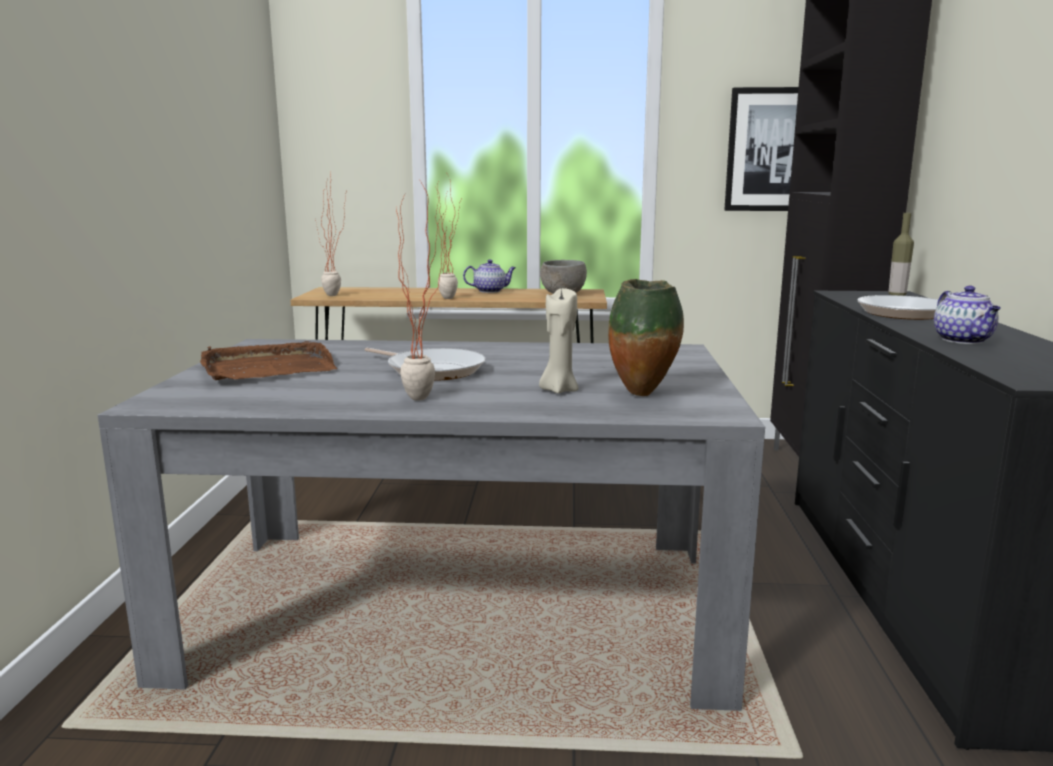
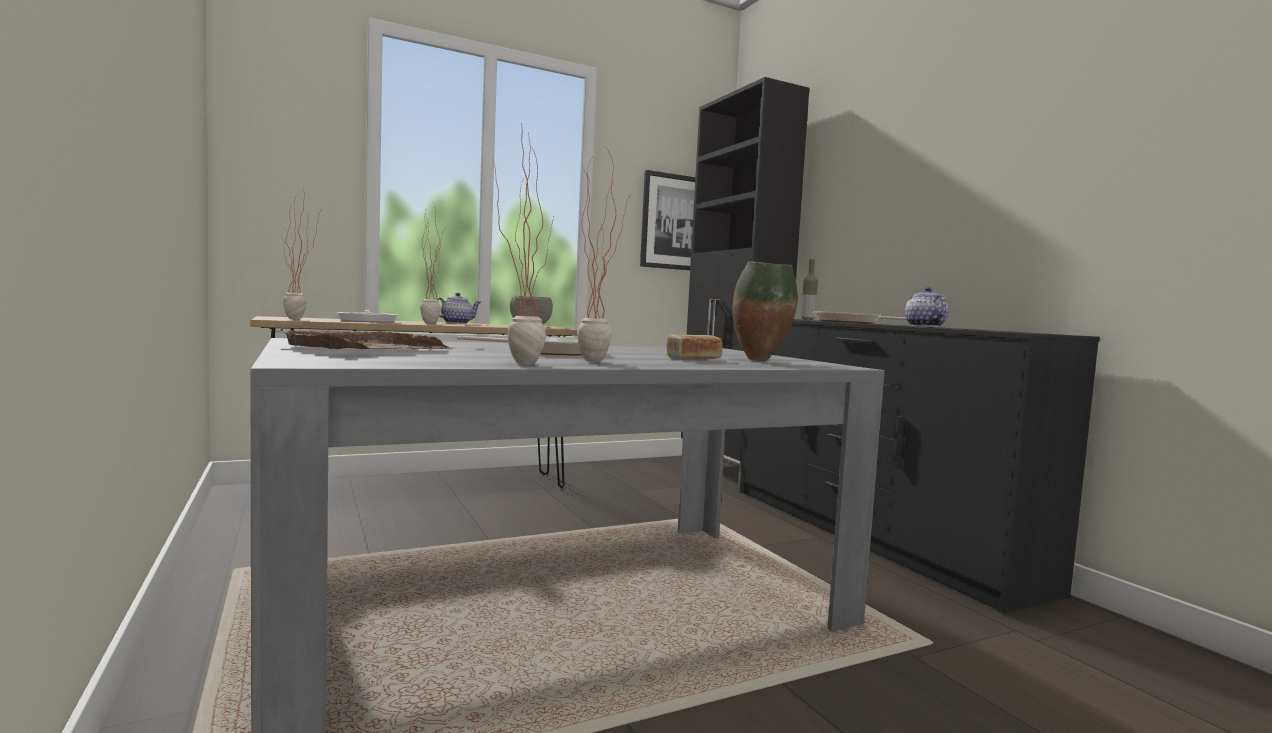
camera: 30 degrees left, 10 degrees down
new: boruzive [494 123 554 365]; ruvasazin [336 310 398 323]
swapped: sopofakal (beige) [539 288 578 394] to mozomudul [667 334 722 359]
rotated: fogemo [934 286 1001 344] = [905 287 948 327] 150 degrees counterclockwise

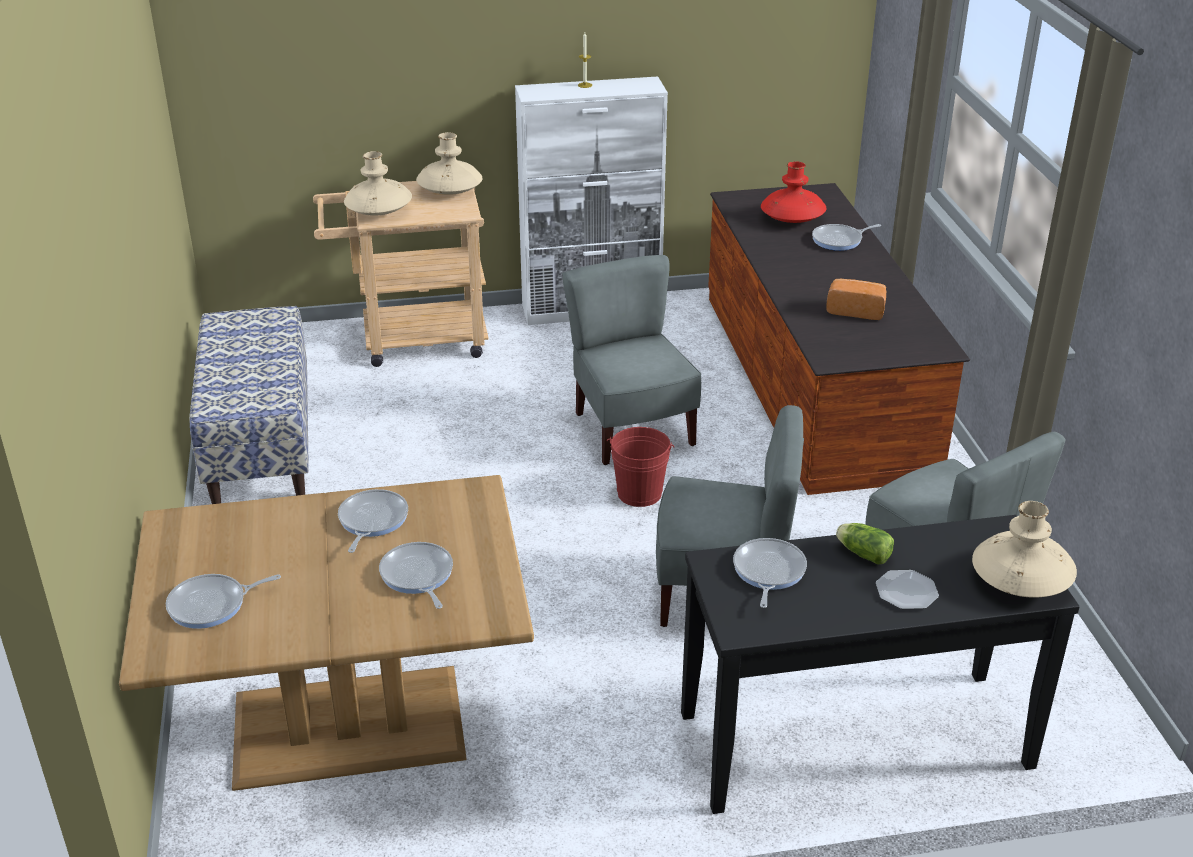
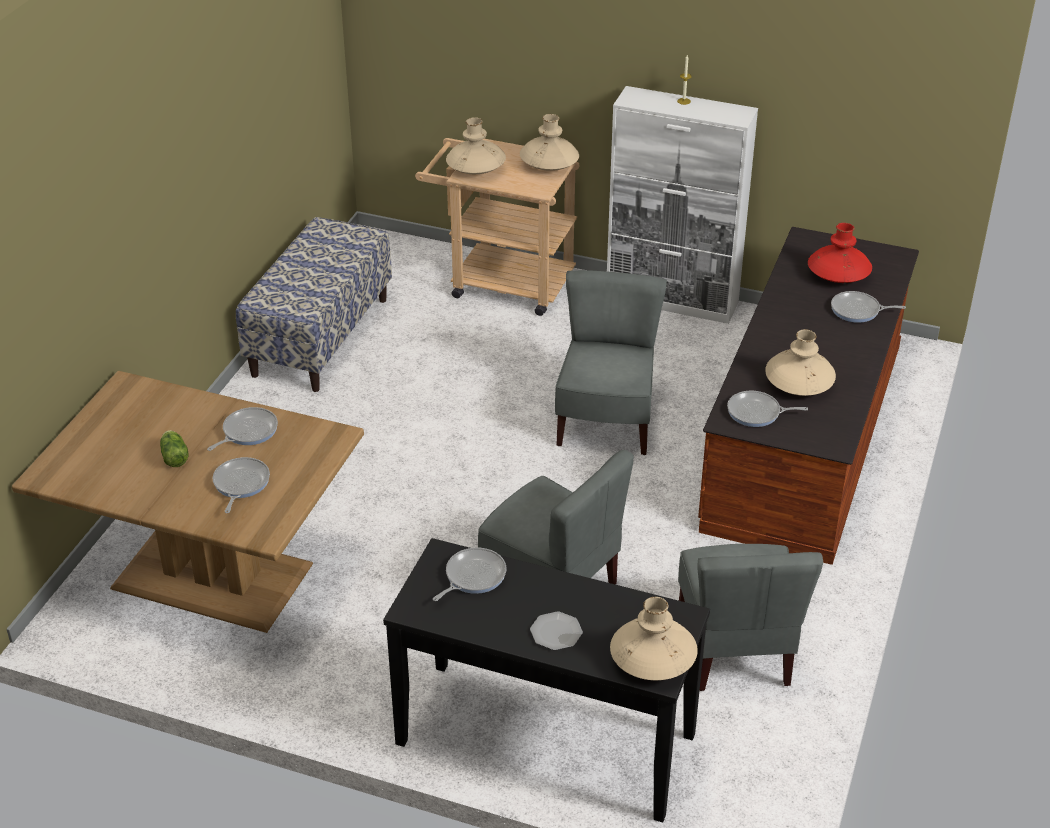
camera: 30 degrees right, 5 degrees up
gone: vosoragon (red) [606 427 674 507]
shifted: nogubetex [836 523 894 565] to [160 430 189 467]; ruvasazin [166 574 281 629] to [727 391 808 427]
swapped: mozomudul [826 279 886 320] to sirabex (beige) [765 329 836 396]

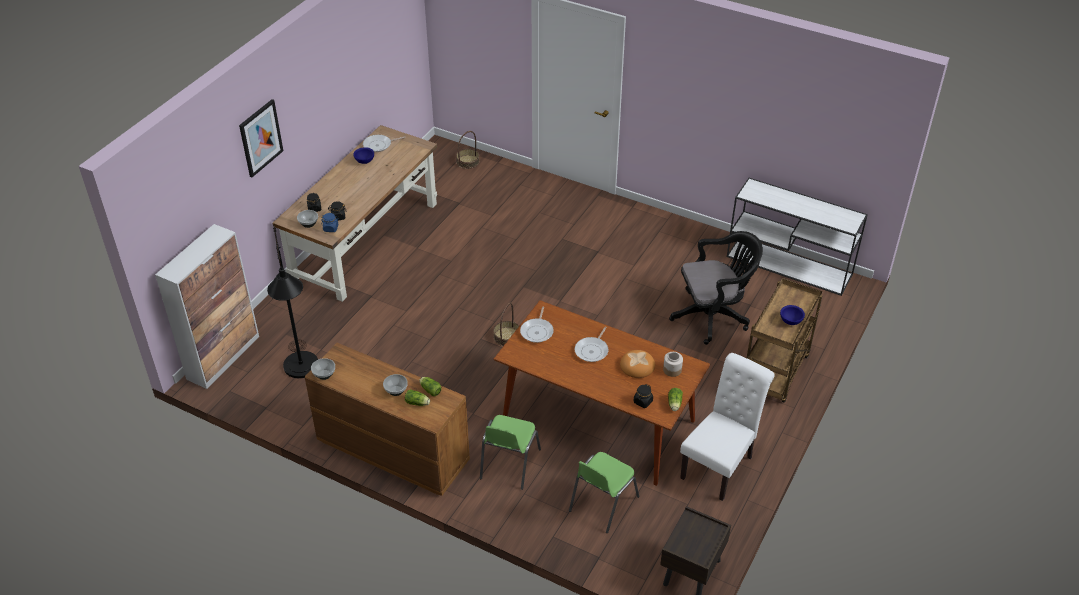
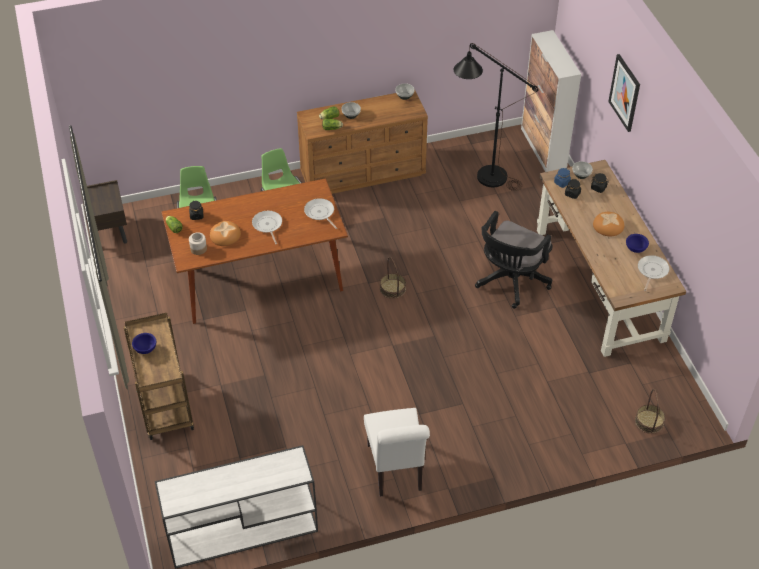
camera: 135 degrees right, 5 degrees up
new: mozomudul [593 212 624 236]
shifted: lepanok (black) [669 231 763 345] to [475 211 553 309]; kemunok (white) [680 353 775 501] to [364 408 430 496]

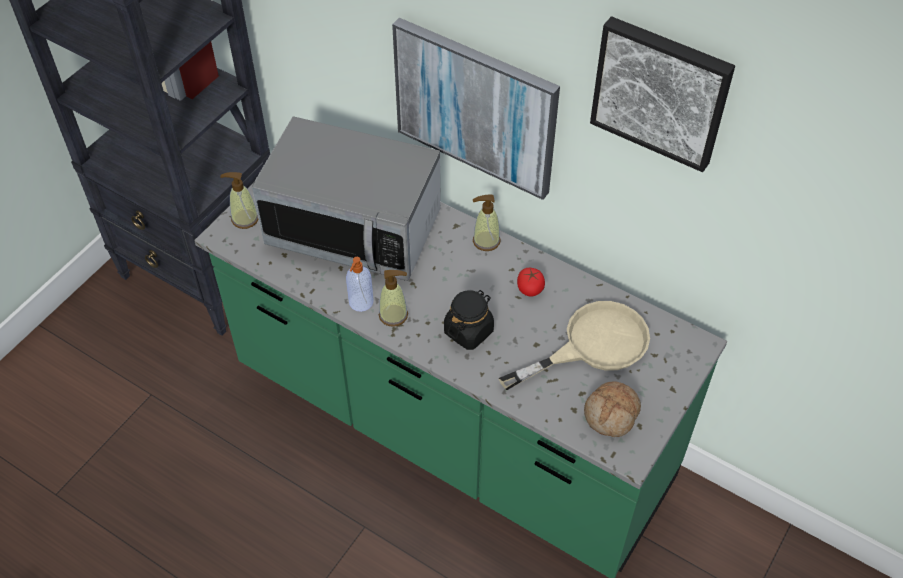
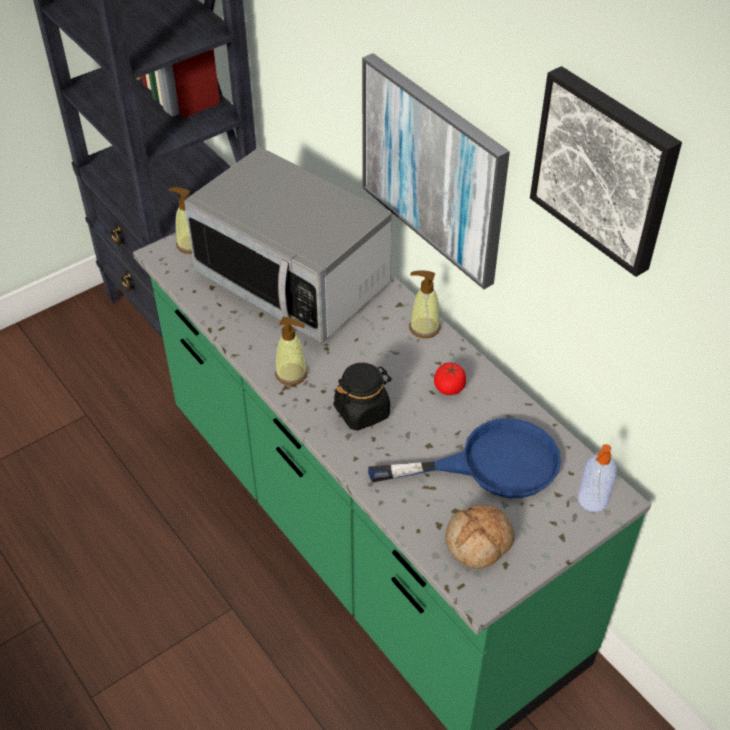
camera: 20 degrees right, 5 degrees down
shifted: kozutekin [346 257 374 312] to [578 444 617 512]
repainted: ruvasazin (beige) [498 301 650 390] to ruvasazin (blue) [368 418 561 498]

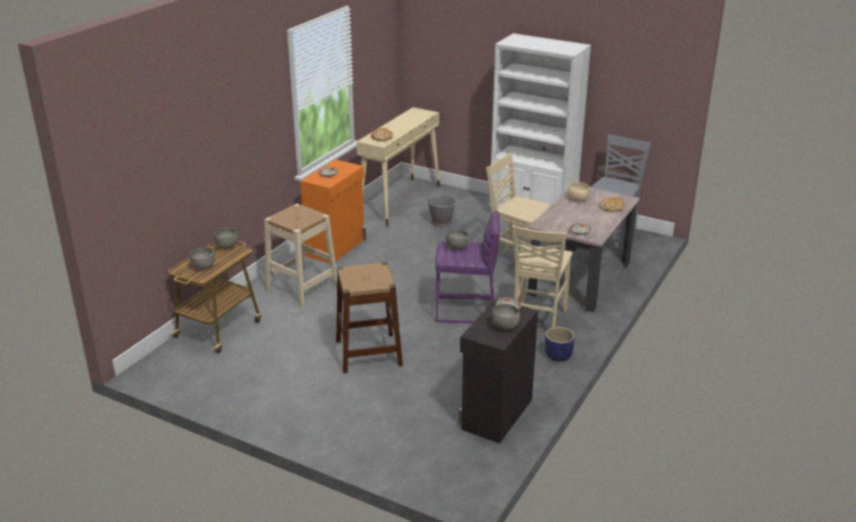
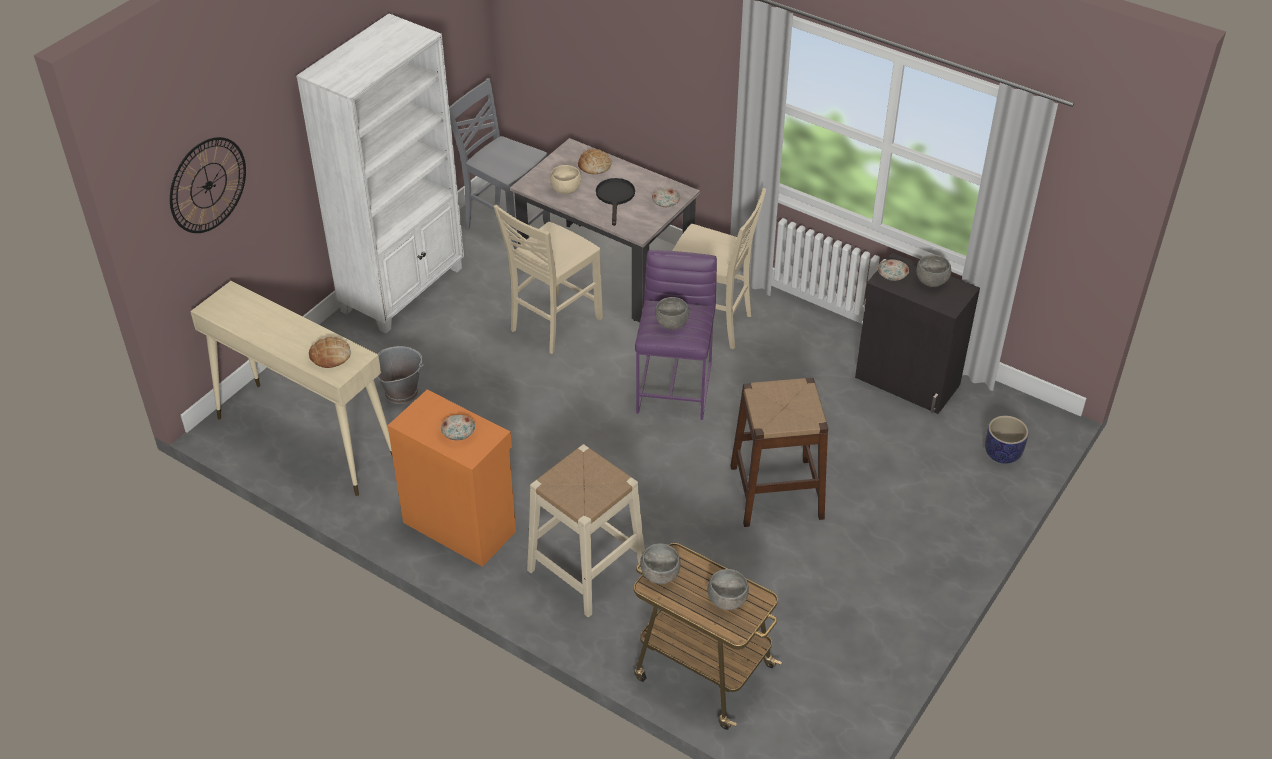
camera: 85 degrees left, 15 degrees up
new: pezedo [170 137 246 233]; ruvasazin (black) [596 178 635 226]
shifted: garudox [545 327 575 362] to [985 416 1029 464]

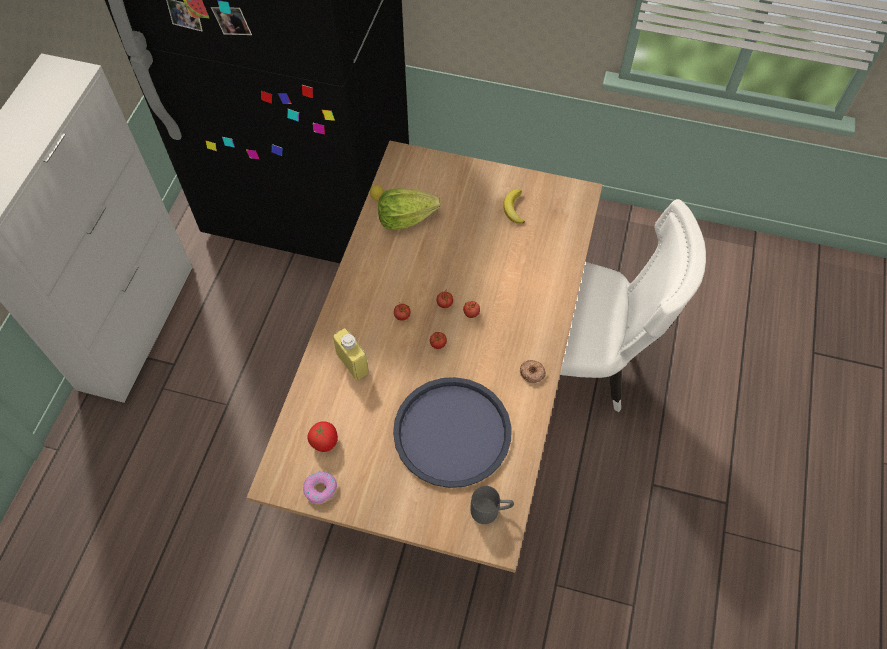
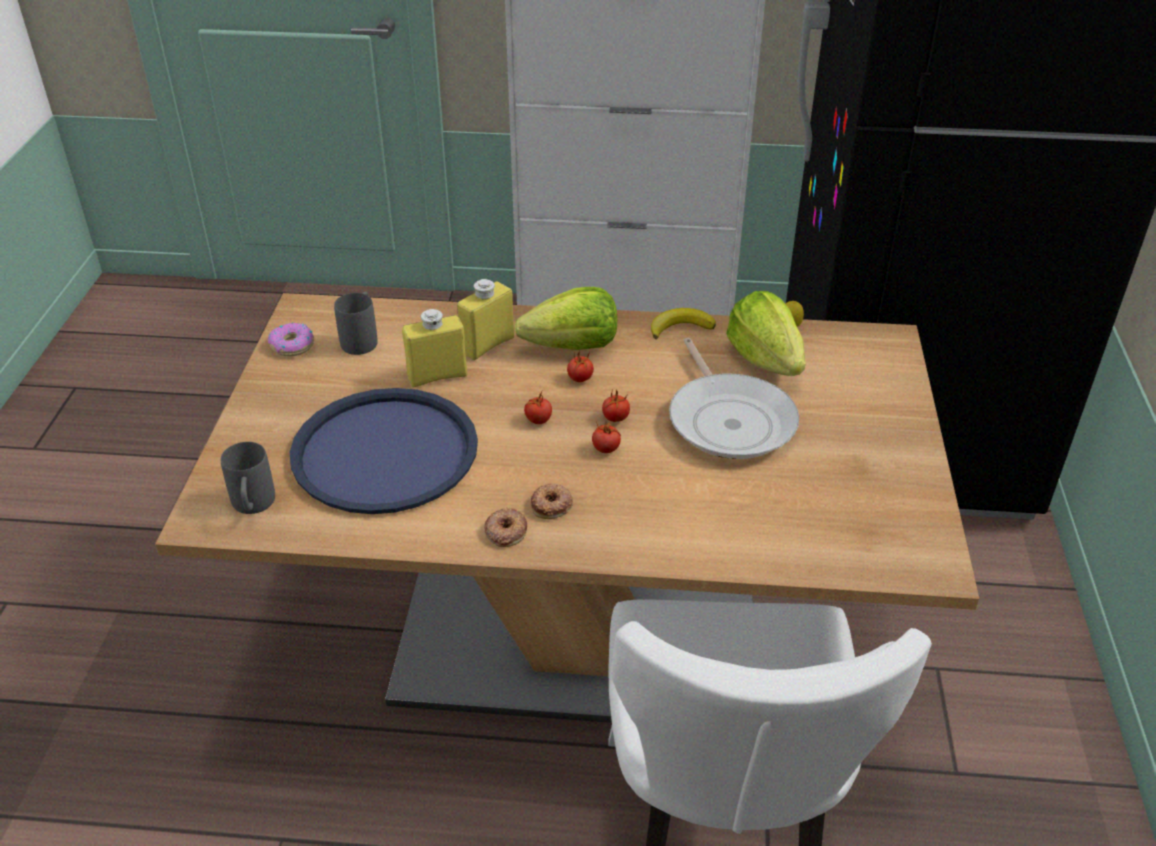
camera: 80 degrees right, 20 degrees down
new: nogubetex [514 287 617 350]; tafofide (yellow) [402 309 467 387]; ruvasazin [669 338 799 459]; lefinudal [531 484 573 519]
shifted: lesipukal [503 189 525 224] to [651 308 716 339]
swapped: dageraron [307 421 338 452] to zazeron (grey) [334 292 378 355]

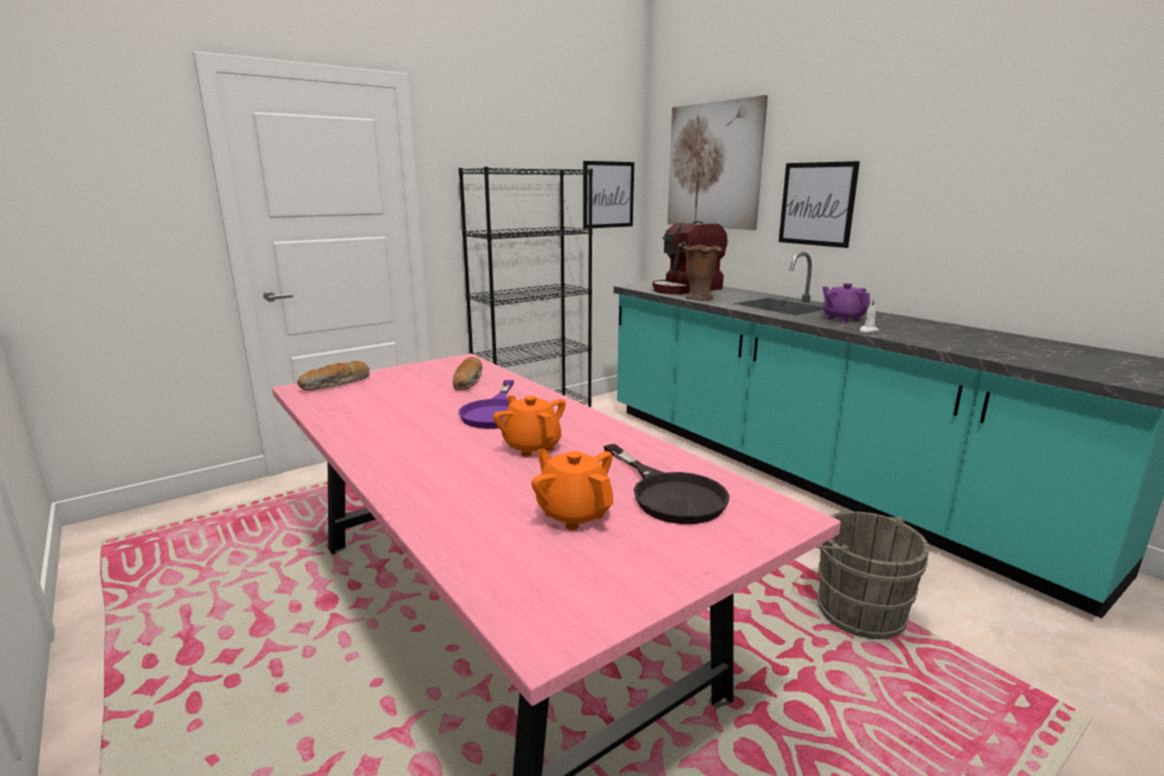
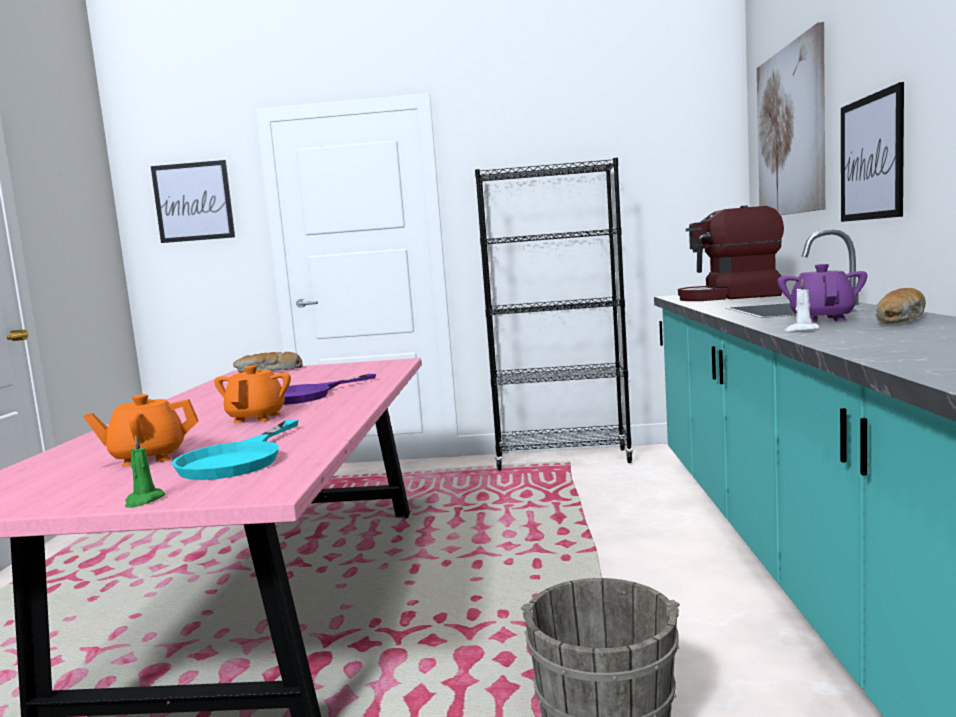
camera: 40 degrees right, 10 degrees down
gone: sirabex (brown) [682 245 723 301]
new: sopofakal (green) [125 435 165 508]
shifted: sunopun [583 161 634 229] to [151 160 235 243]; mozomudul [452 357 482 390] to [875 288 926 323]
repainted: ruvasazin (black) [603 444 730 524] to ruvasazin (turquoise) [172 420 298 480]
rotated: fogemo (orange) [531 449 613 530] = [83 394 199 467] 105 degrees counterclockwise

